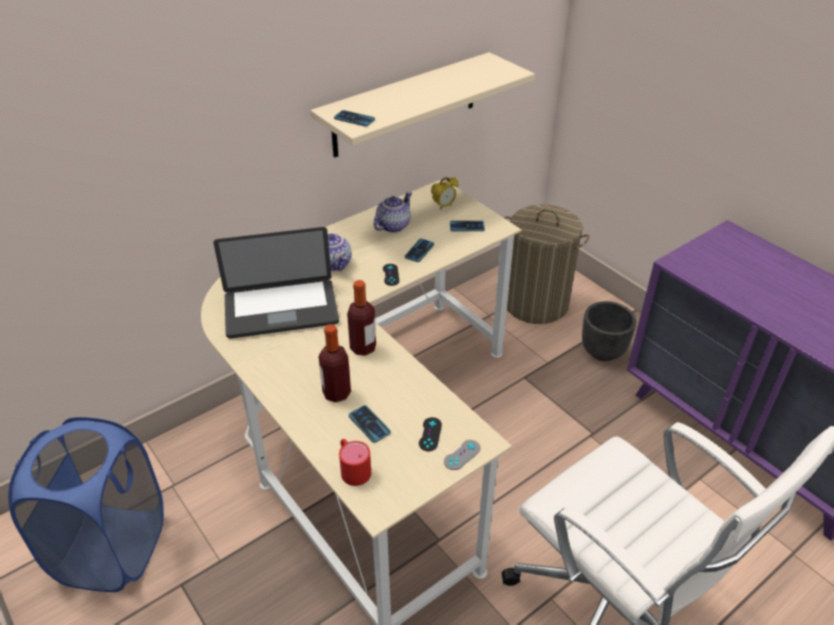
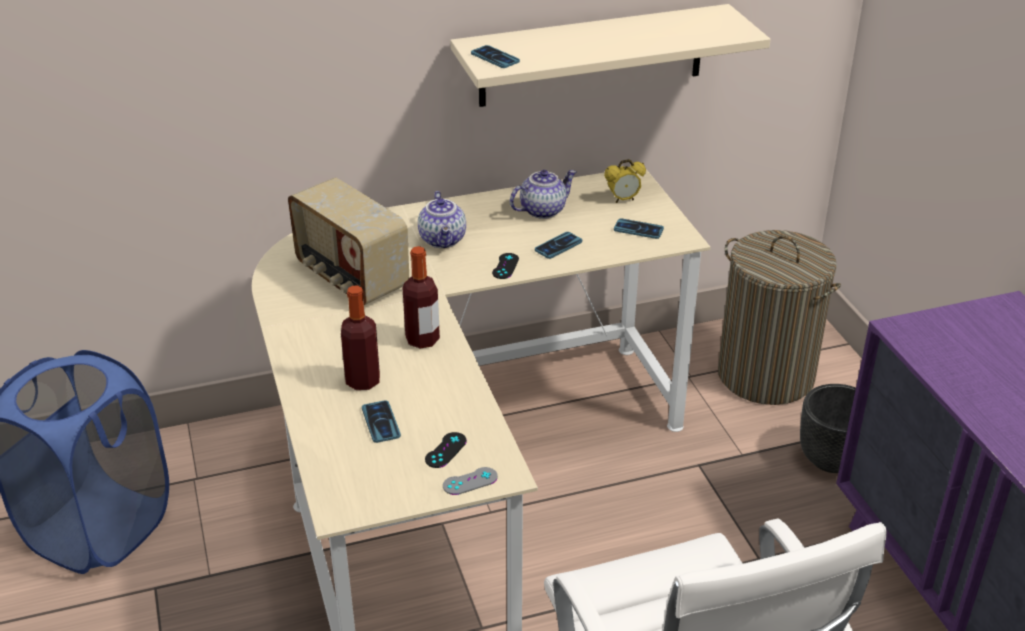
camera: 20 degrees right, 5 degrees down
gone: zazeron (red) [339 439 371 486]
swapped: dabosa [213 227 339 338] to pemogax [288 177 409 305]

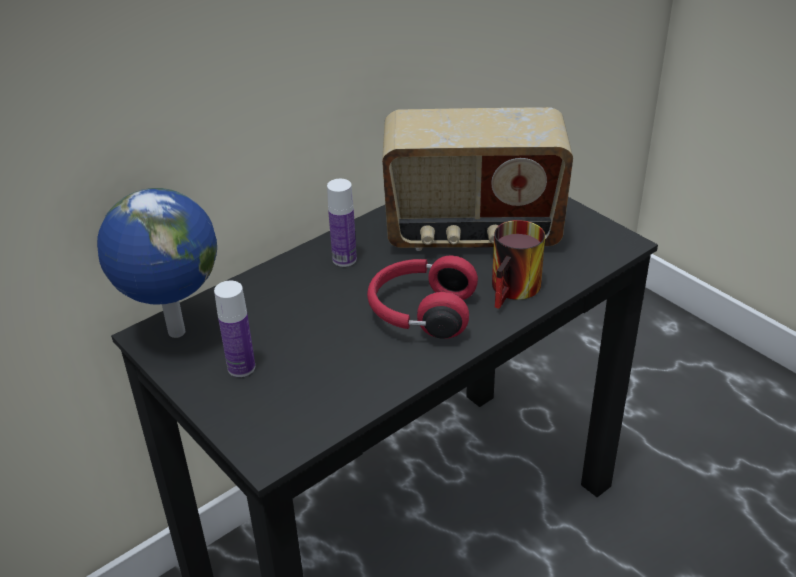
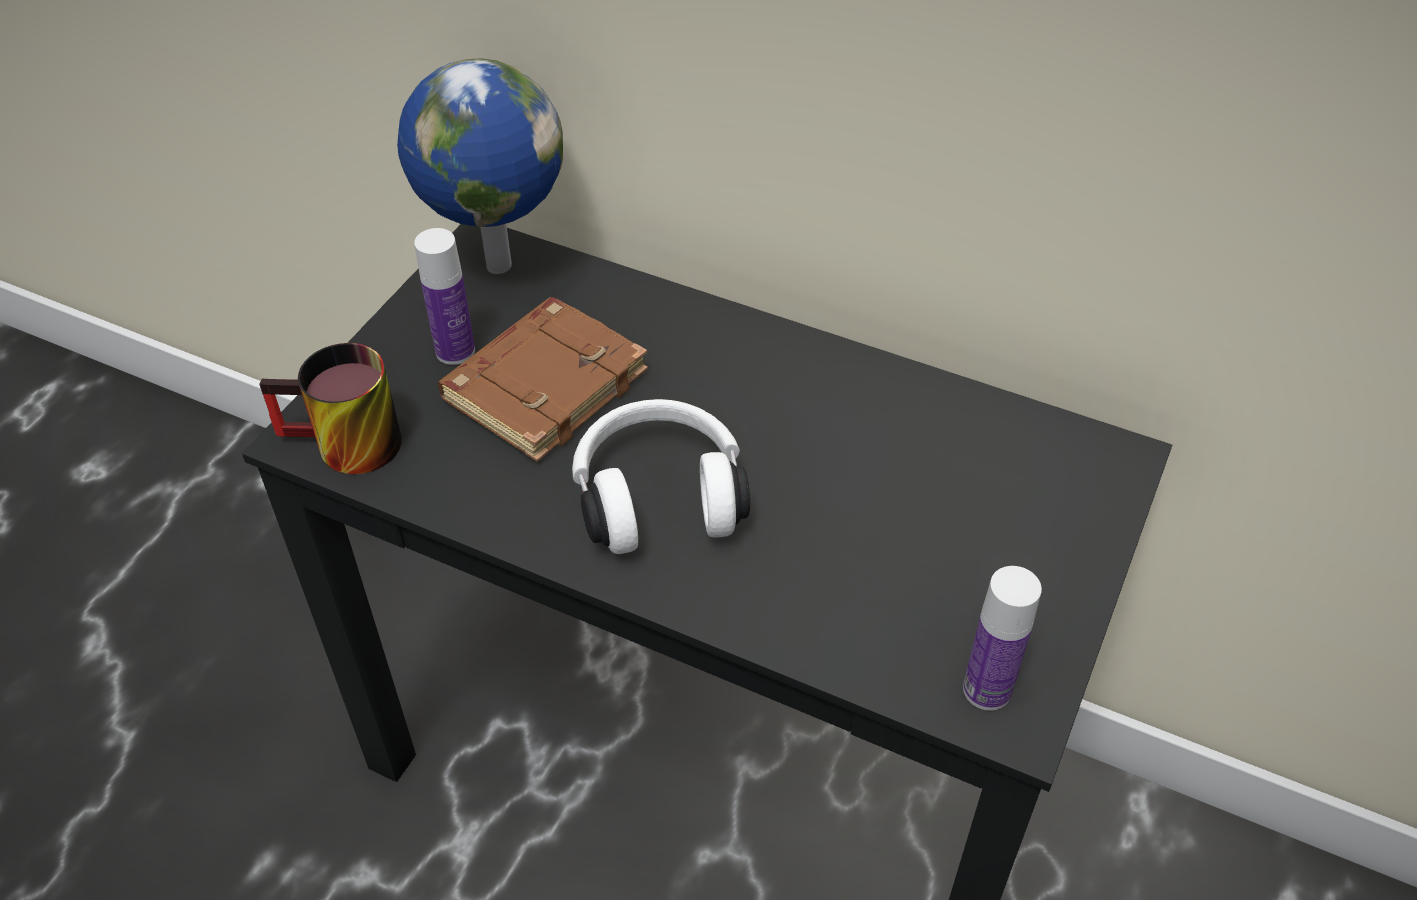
camera: 65 degrees right, 10 degrees up
gone: pemogax [382 107 573 251]
new: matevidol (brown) [438 297 648 462]
shifted: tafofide [327 179 357 267] to [963 566 1042 711]; zazeron [492 220 545 309] to [259 343 402 474]
repainted: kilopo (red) [367 255 478 339] to kilopo (white) [572 399 750 554]

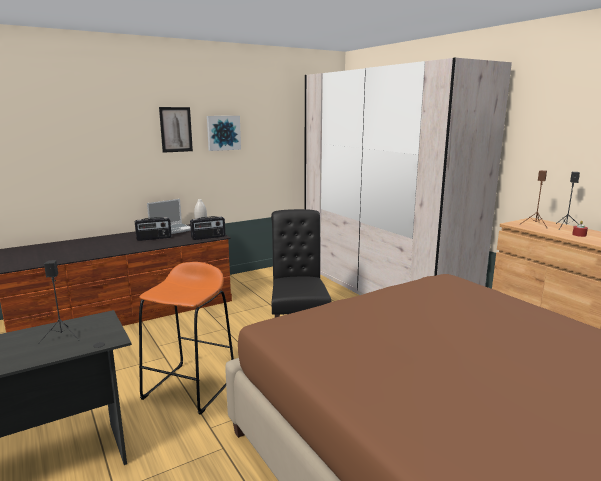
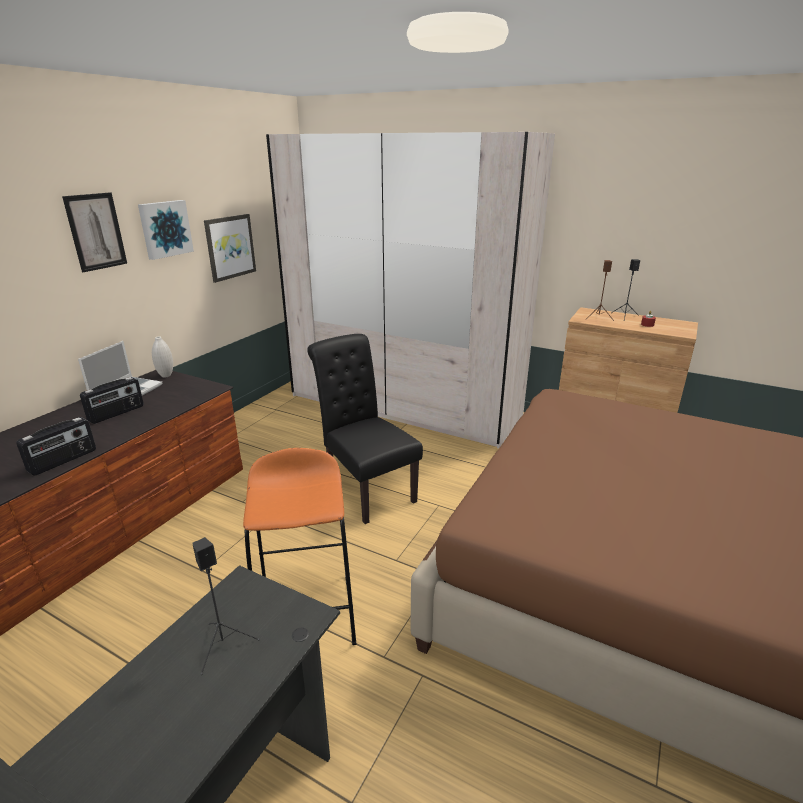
camera: 30 degrees left, 10 degrees up
new: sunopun [204 214 256 283]
shifted: pemogax [190 216 225 240] to [16 417 96 476]

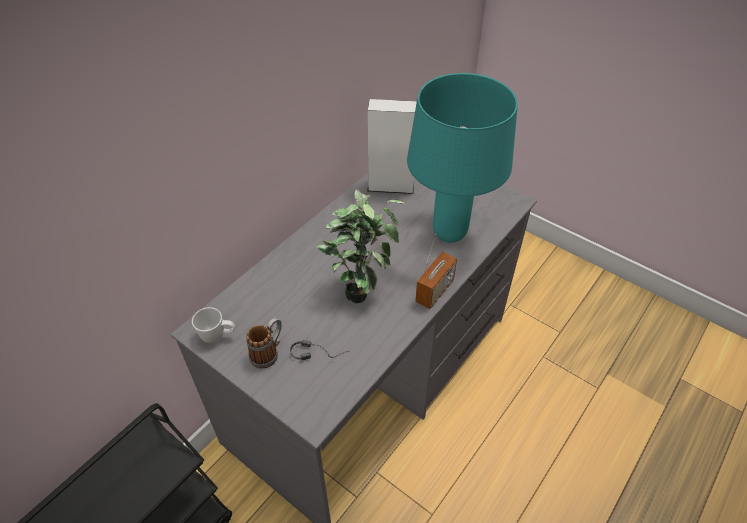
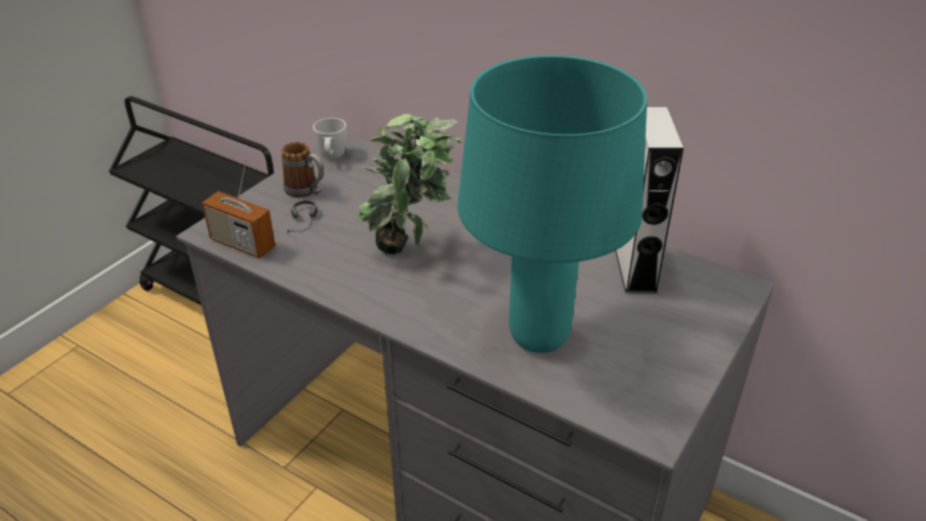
camera: 85 degrees right, 10 degrees down
shifted: pemogax [415 234 457 309] to [202 157 276 258]

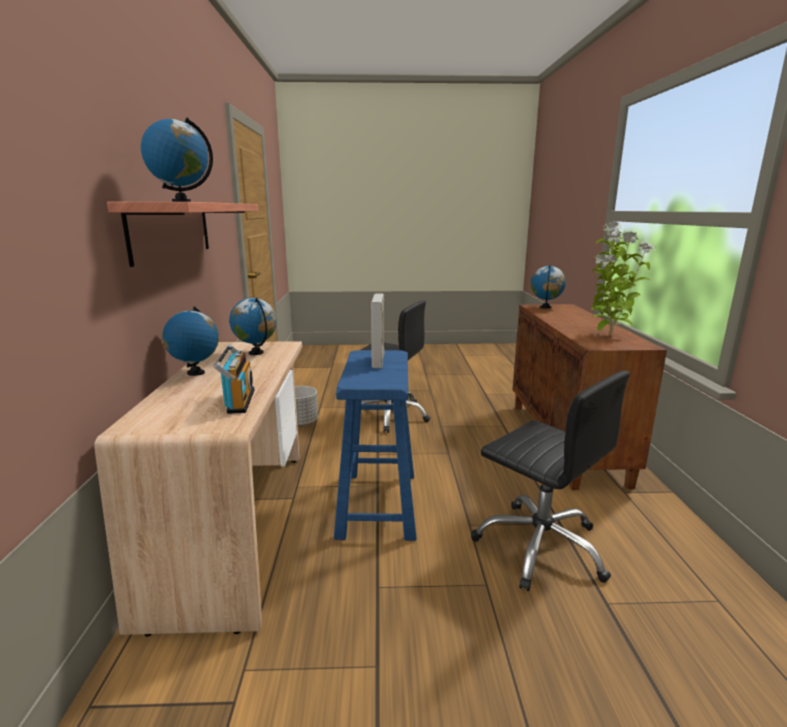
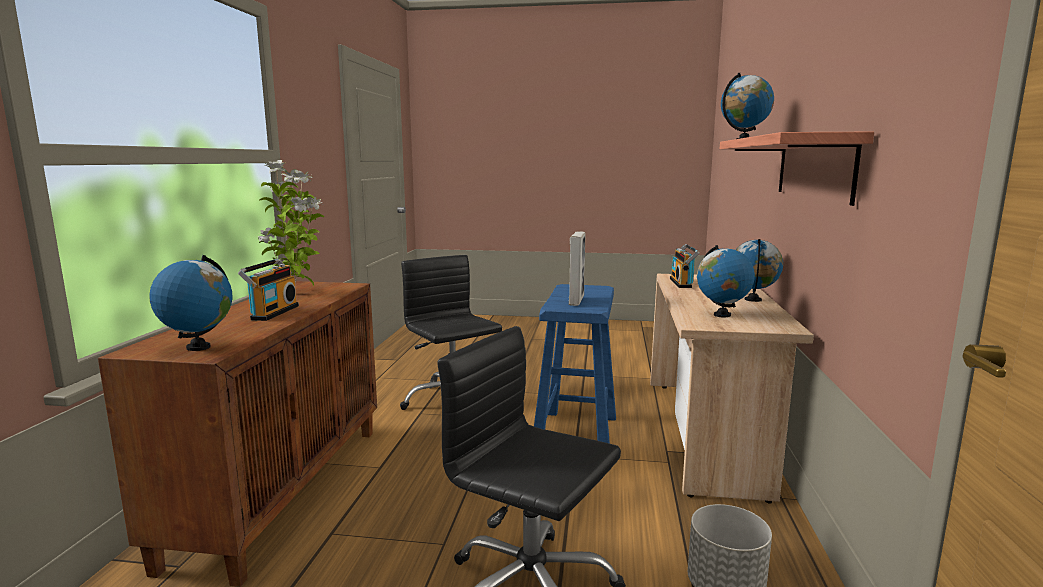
camera: 170 degrees left, 5 degrees down
new: pemogax [238 259 299 321]

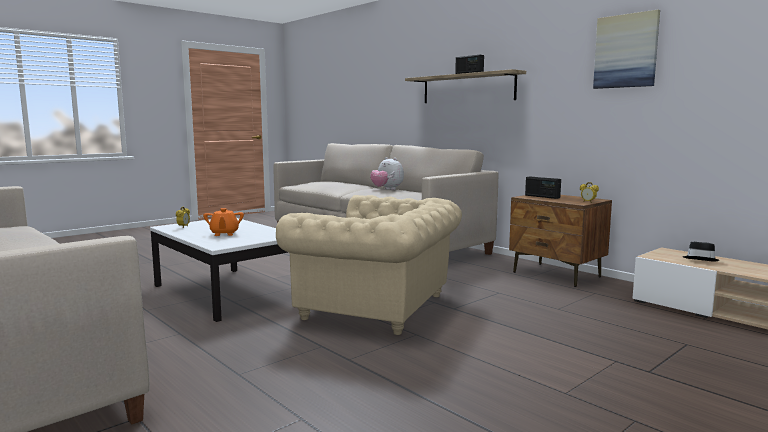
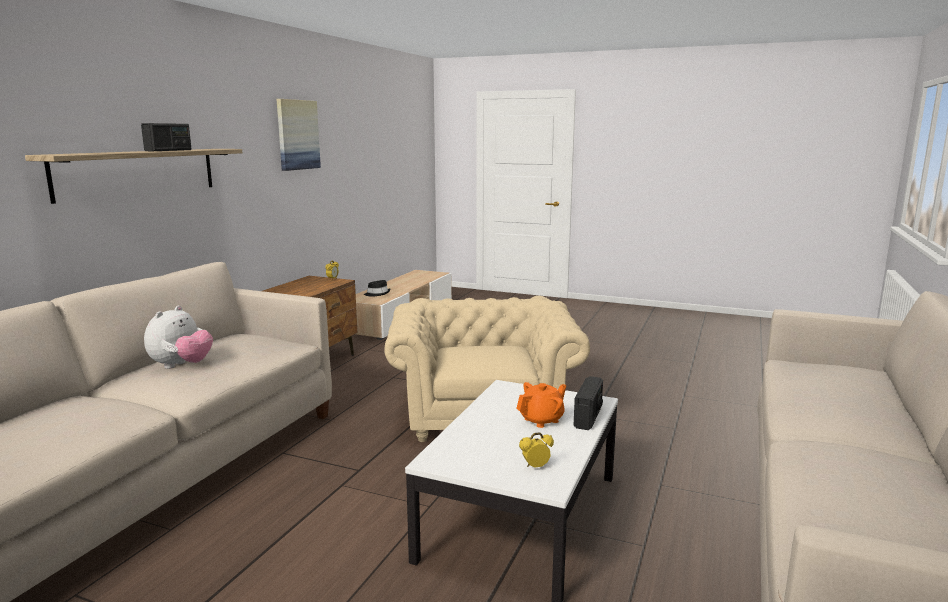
camera: 115 degrees left, 5 degrees up
shifted: pemogax [525 177 561 199] to [573 376 603 430]

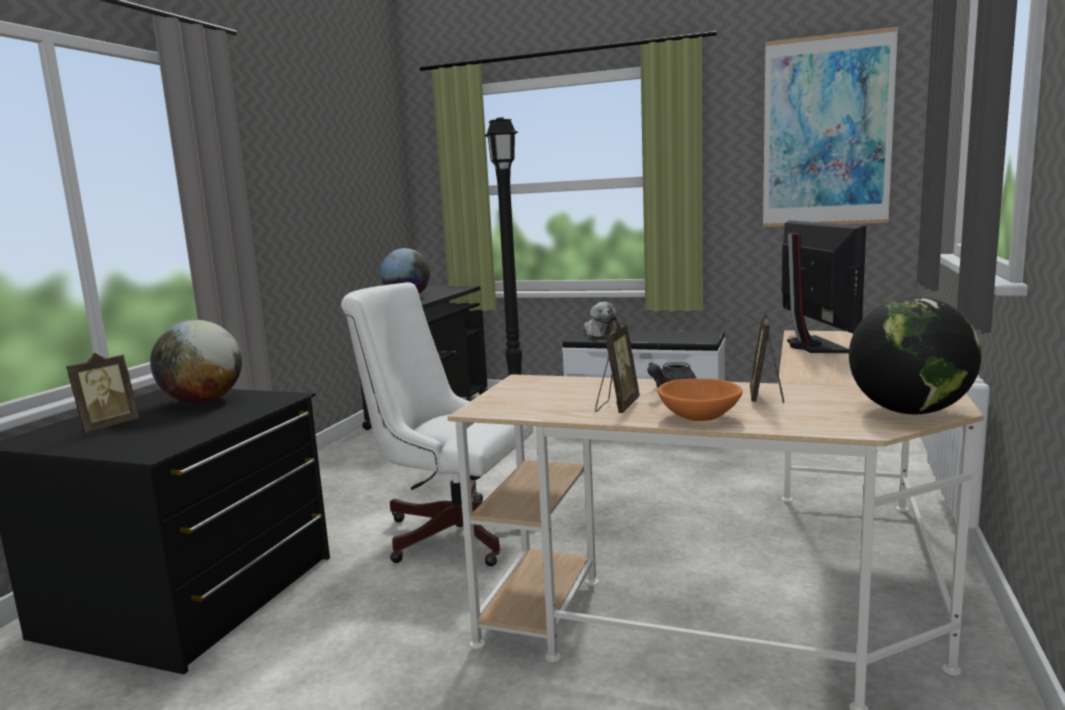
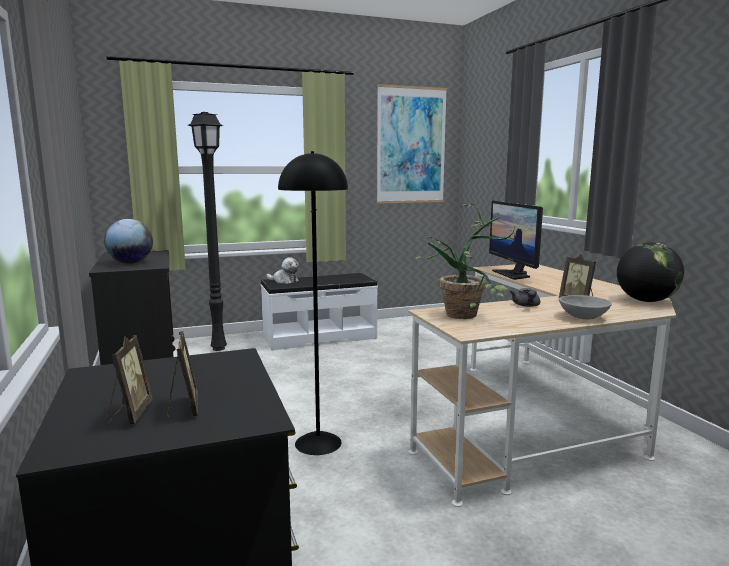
camera: 40 degrees left, 0 degrees up
gone: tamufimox [150 320 242 403]
new: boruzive [416 204 523 319]
shifted: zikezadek [595 321 640 413] to [167 331 198 419]
swapped: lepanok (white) [341 282 533 566] to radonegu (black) [278 151 348 455]
repainted: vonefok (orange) [658 379 743 421] to vonefok (grey) [559 295 612 319]
rotated: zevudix [781 220 866 353] = [489 201 543 280] 150 degrees counterclockwise

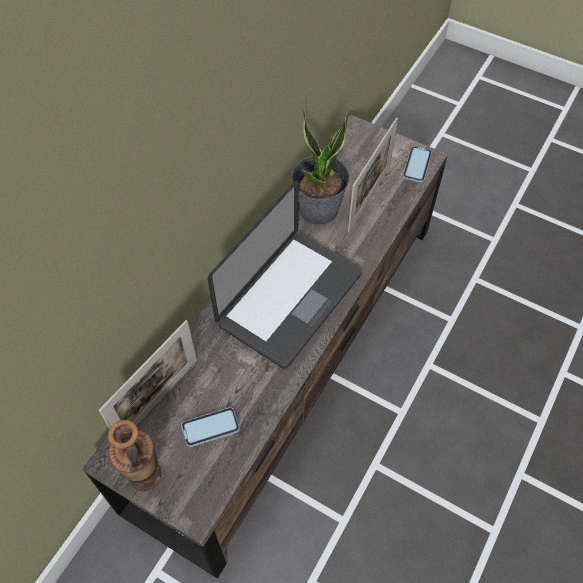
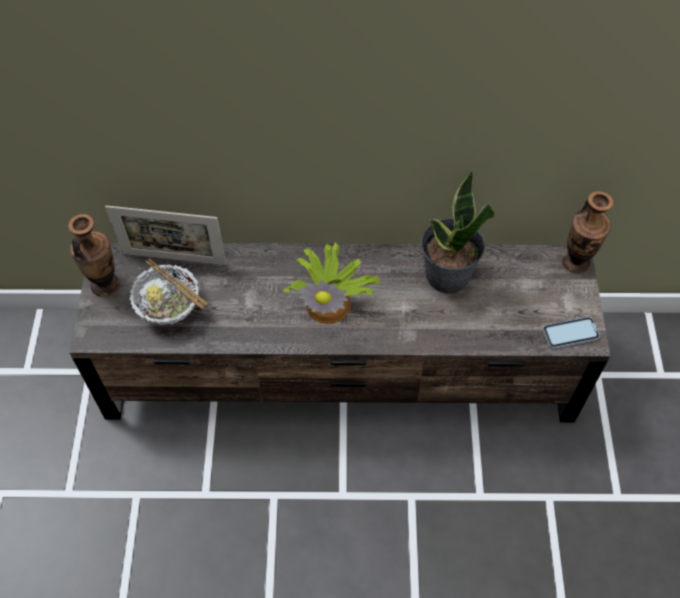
camera: 60 degrees right, 0 degrees up
gone: zikezadek [348 117 398 232]
new: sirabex [562 191 613 274]
swapped: dabosa [208 180 362 369] to boruzive [283 242 380 324]; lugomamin [181 407 240 447] to vonefok [130 259 208 325]

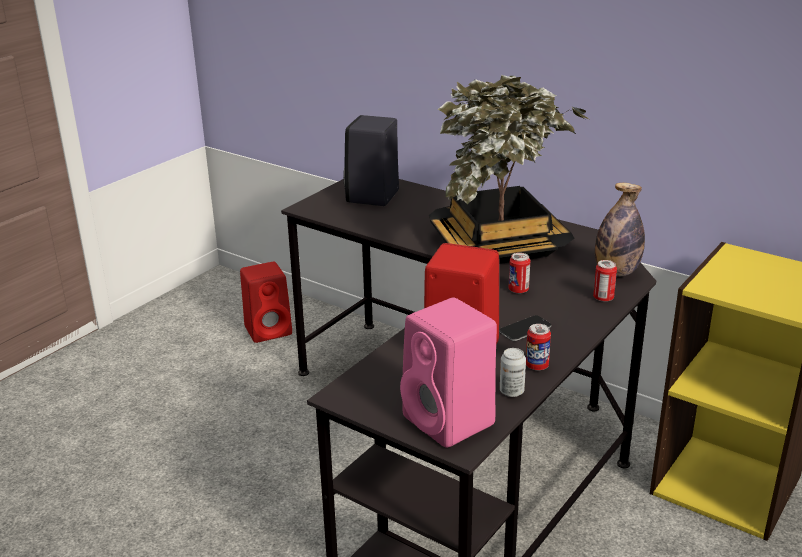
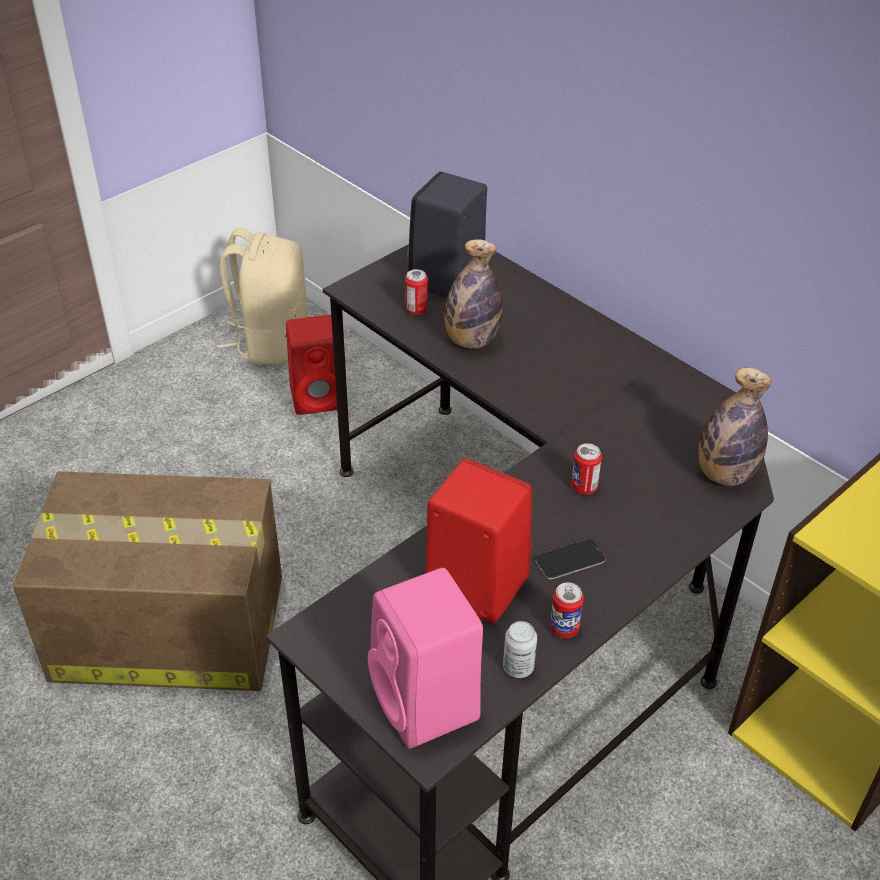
camera: 10 degrees right, 15 degrees up
gone: boruzive [429 75 589 264]
new: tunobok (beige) [217 228 308 365]; tafofide [444 239 502 349]; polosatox [13 471 282 691]
shifted: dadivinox [593 260 617 302] to [405 269 428 315]

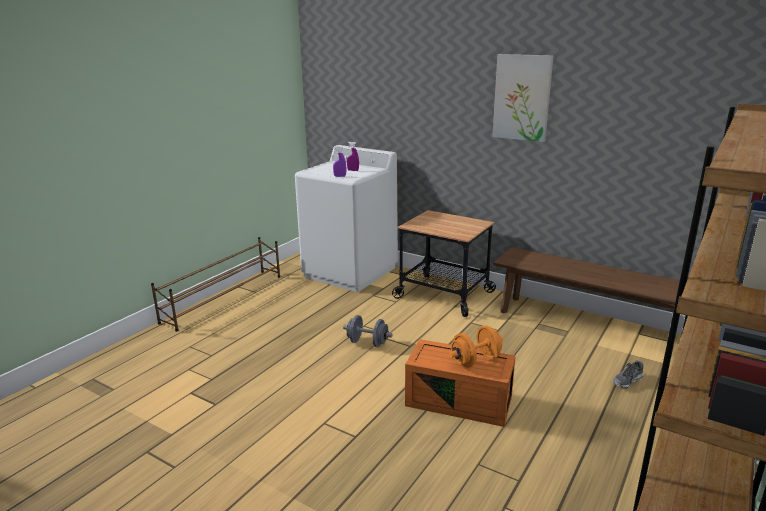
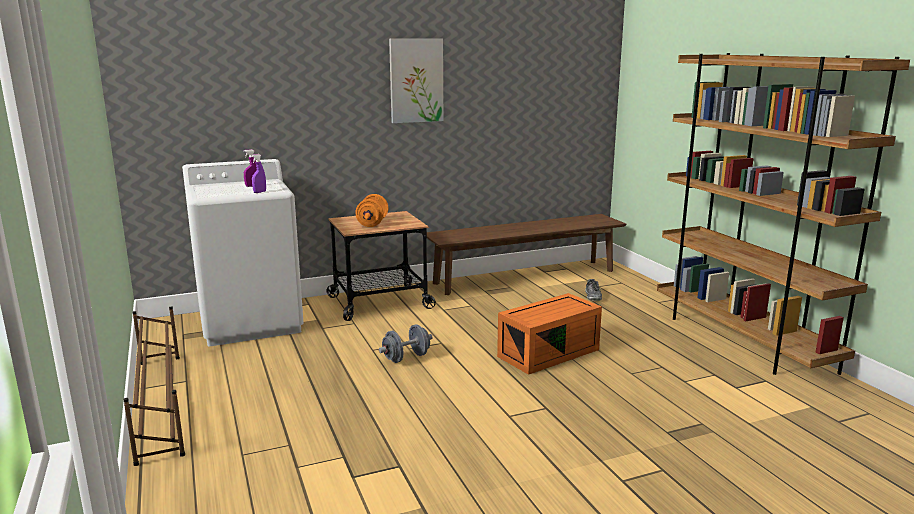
camera: 55 degrees left, 5 degrees down
shifted: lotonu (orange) [449 326 503 368] to [355 194 388 227]

